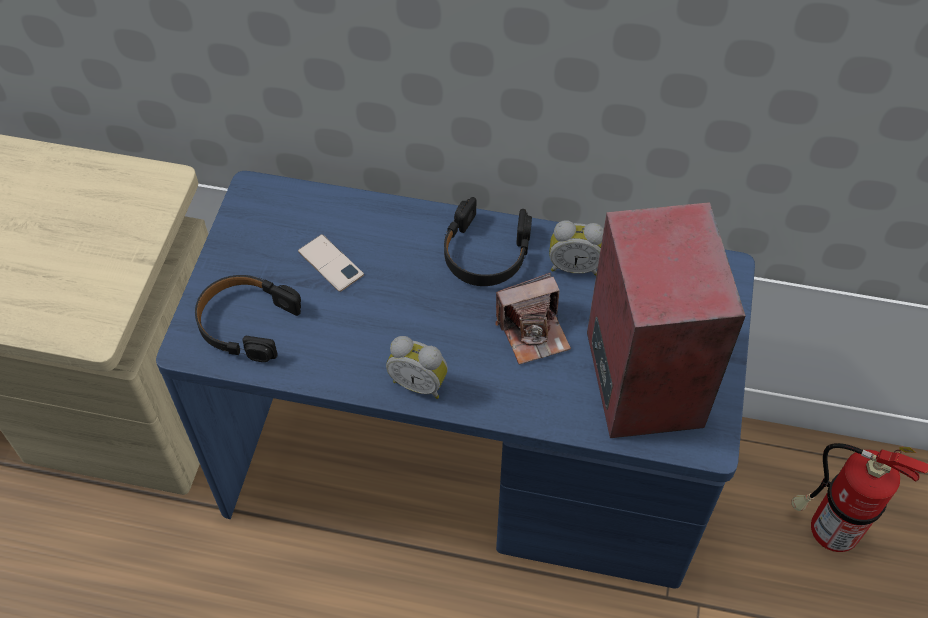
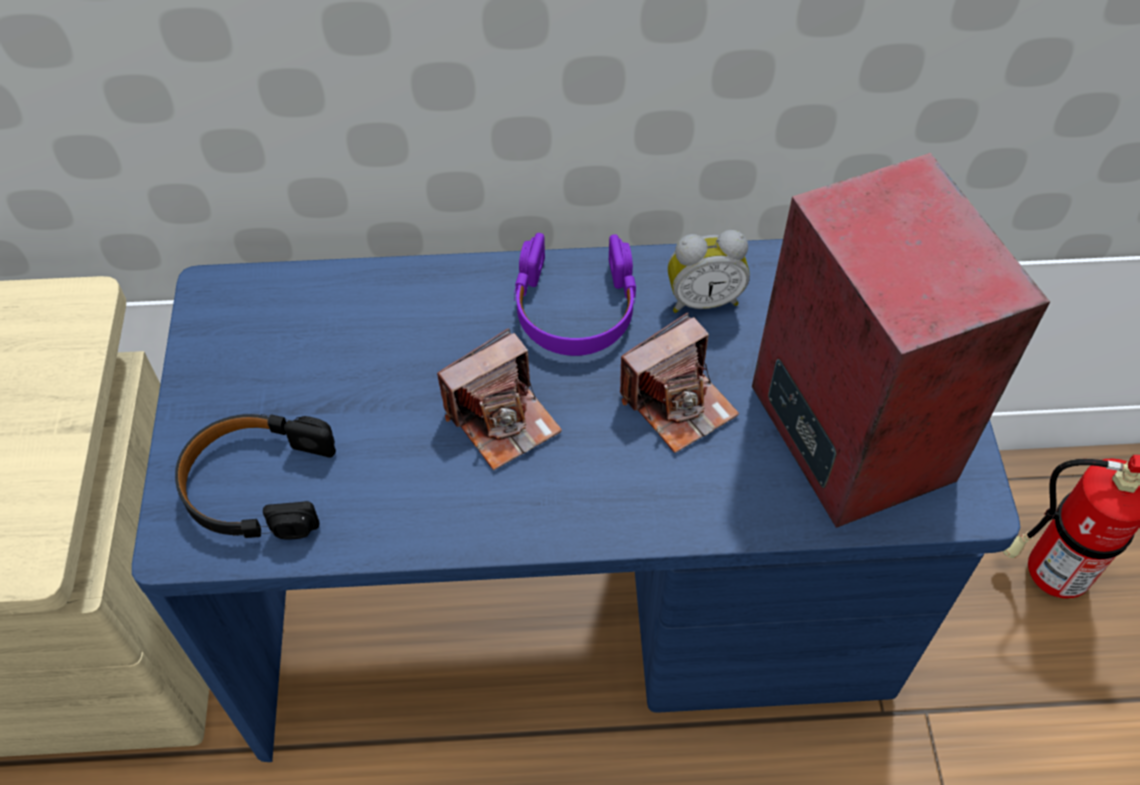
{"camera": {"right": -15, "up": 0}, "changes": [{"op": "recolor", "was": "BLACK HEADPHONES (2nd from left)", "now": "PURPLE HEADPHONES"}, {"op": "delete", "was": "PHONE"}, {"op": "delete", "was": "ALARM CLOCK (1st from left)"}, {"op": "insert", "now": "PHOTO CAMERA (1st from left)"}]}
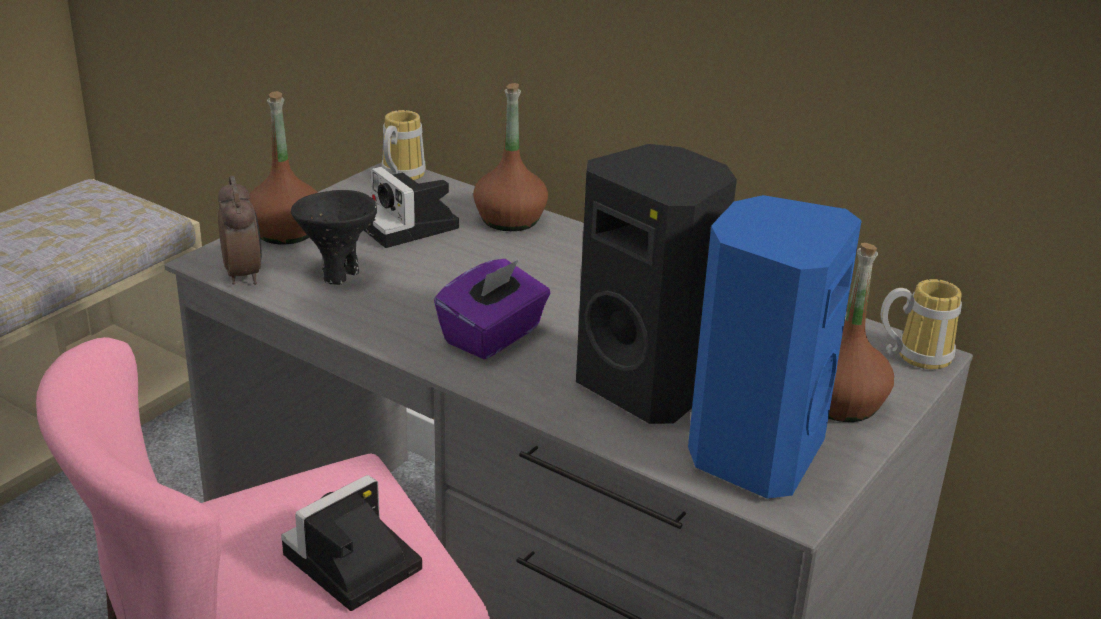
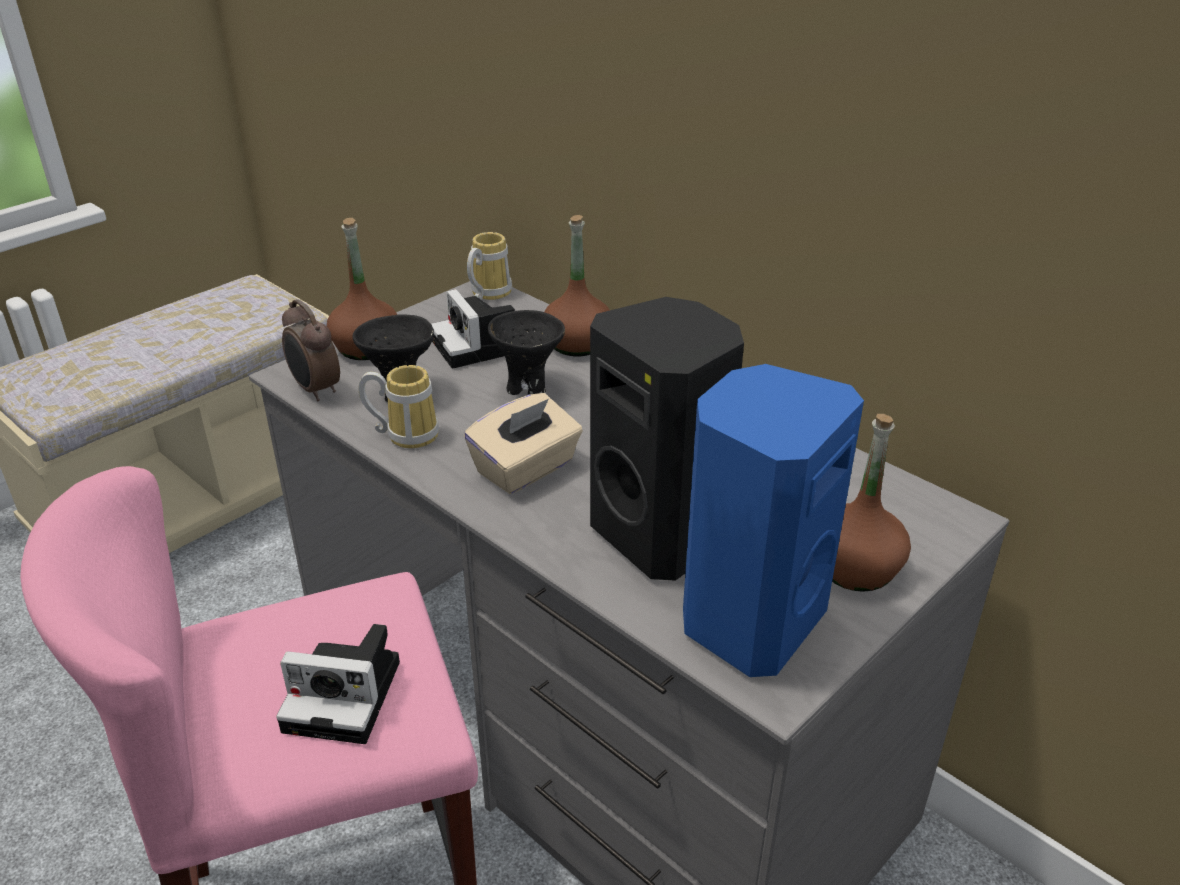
{"camera": {"right": 10, "up": 5}, "changes": [{"op": "rotate", "was": "ALARM CLOCK", "clockwise": 150}, {"op": "recolor", "was": "PURPLE TISSUE BOX", "now": "BEIGE TISSUE BOX"}, {"op": "move", "was": "MUG (2nd from left in the first image)", "now": "MUG (1st from left)"}, {"op": "rotate", "was": "PHOTO CAMERA (1st from left)", "clockwise": -135}, {"op": "insert", "now": "BLACK BOWL (2nd from left)"}]}
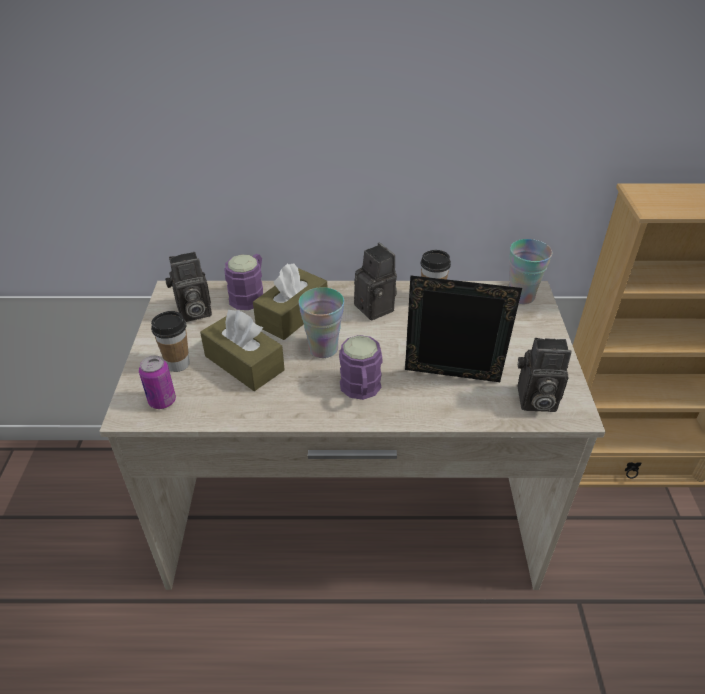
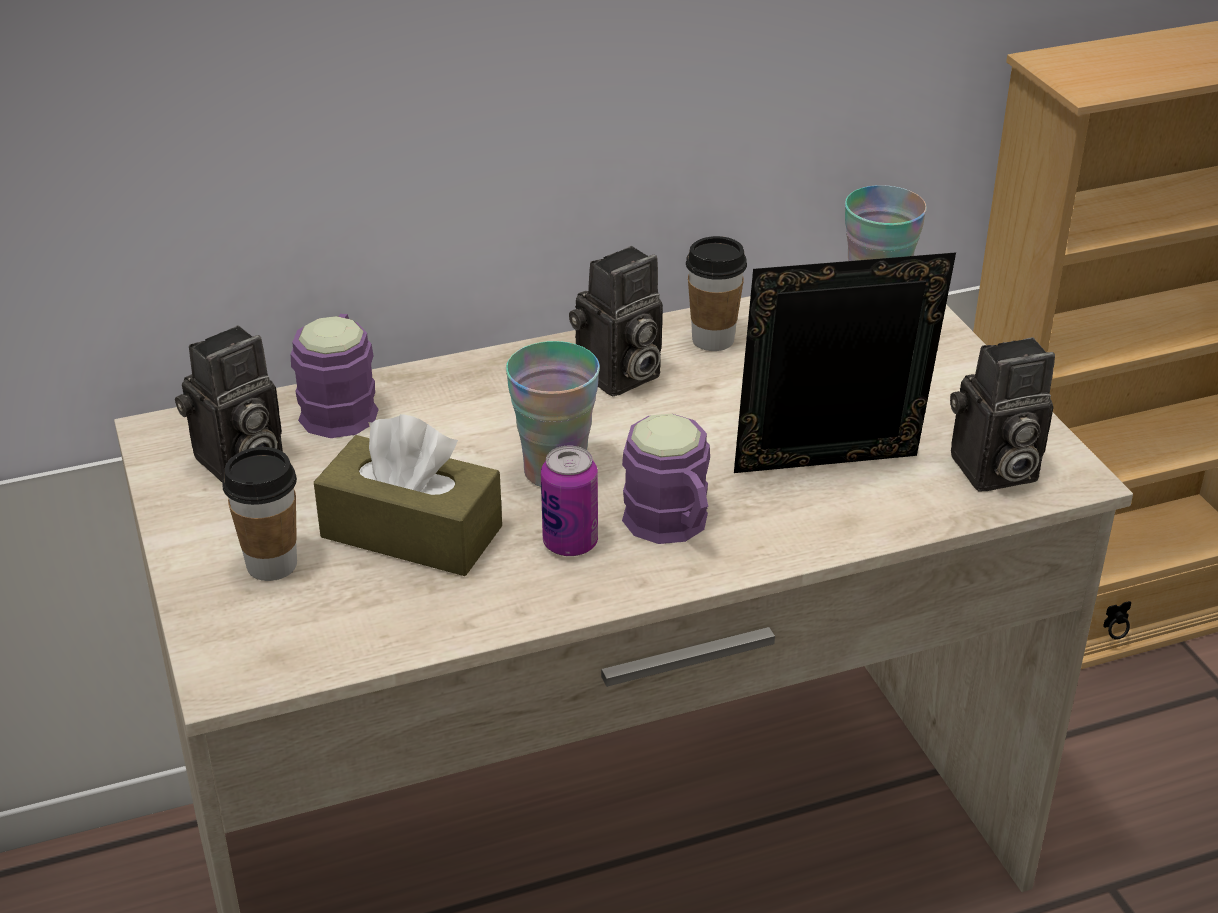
{"camera": {"right": -20, "up": -5}, "changes": [{"op": "rotate", "was": "PHOTO CAMERA (2nd from left)", "clockwise": 105}, {"op": "delete", "was": "BROWN TISSUE BOX (2nd from left)"}, {"op": "move", "was": "CAN"}]}
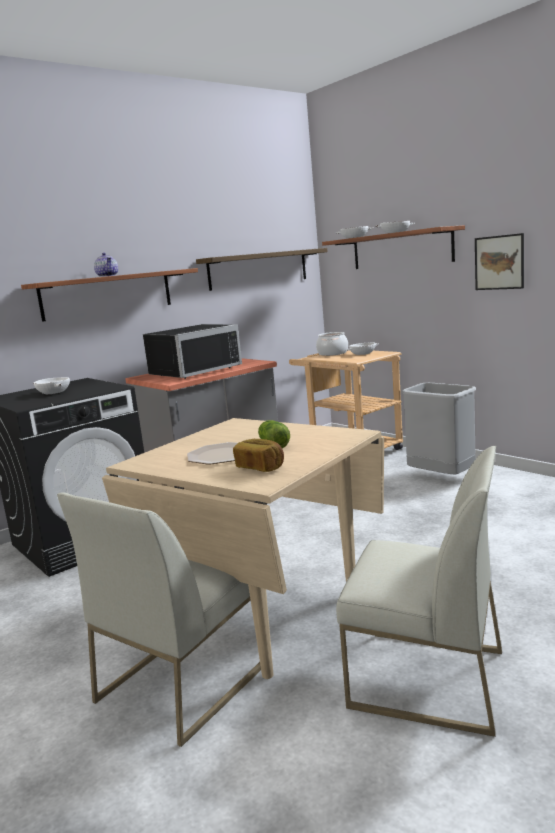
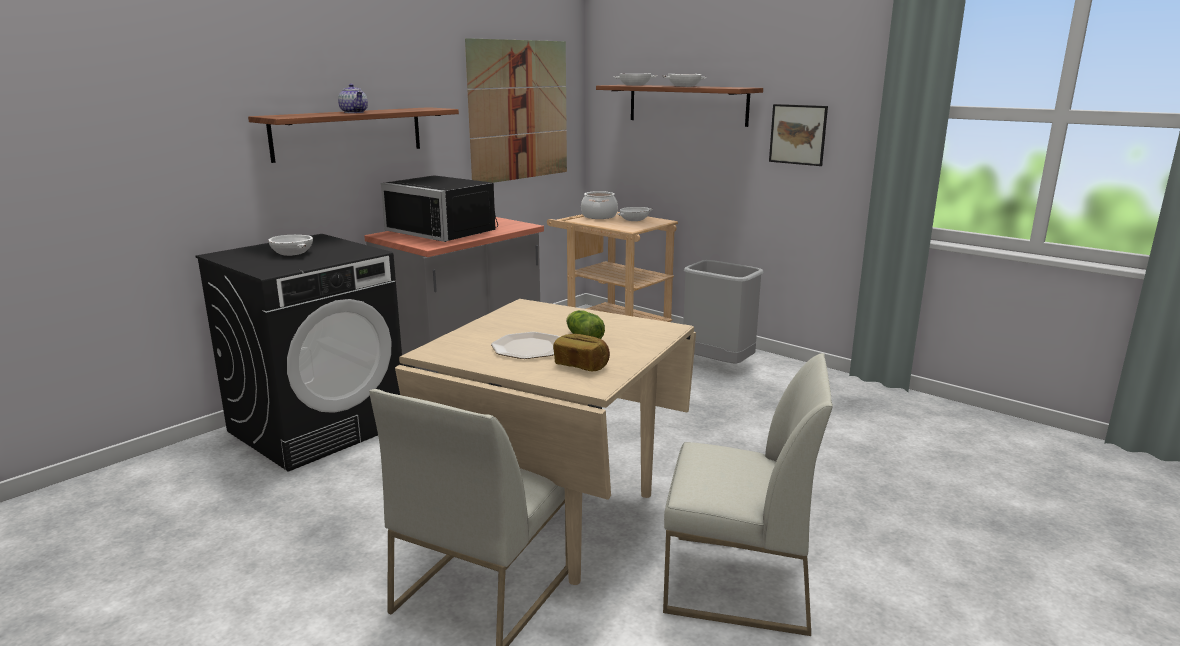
{"camera": {"right": -10, "up": 5}, "changes": [{"op": "replace", "was": "SHELF (2nd from left)", "now": "PICTURE (1st from left)"}, {"op": "rotate", "was": "BLACK MICROWAVE", "clockwise": 90}]}
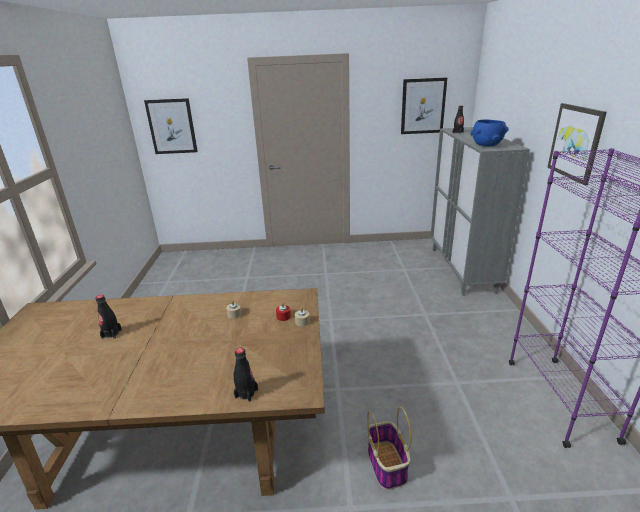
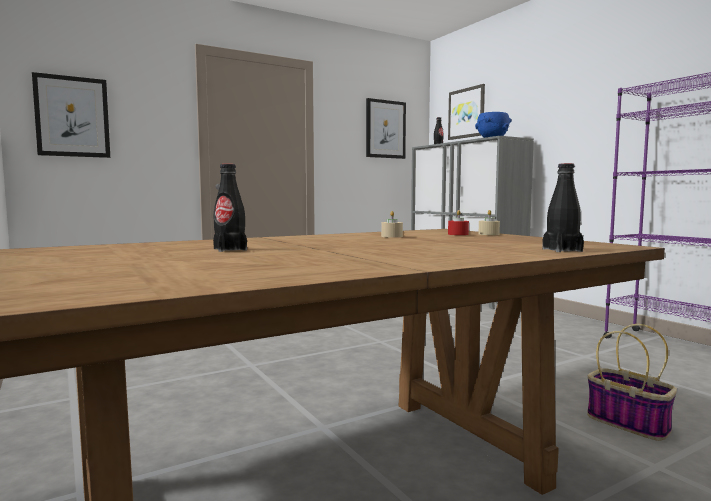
{"camera": {"right": -30, "up": -20}, "changes": [{"op": "move", "was": "PICTURE (3rd from left)"}]}
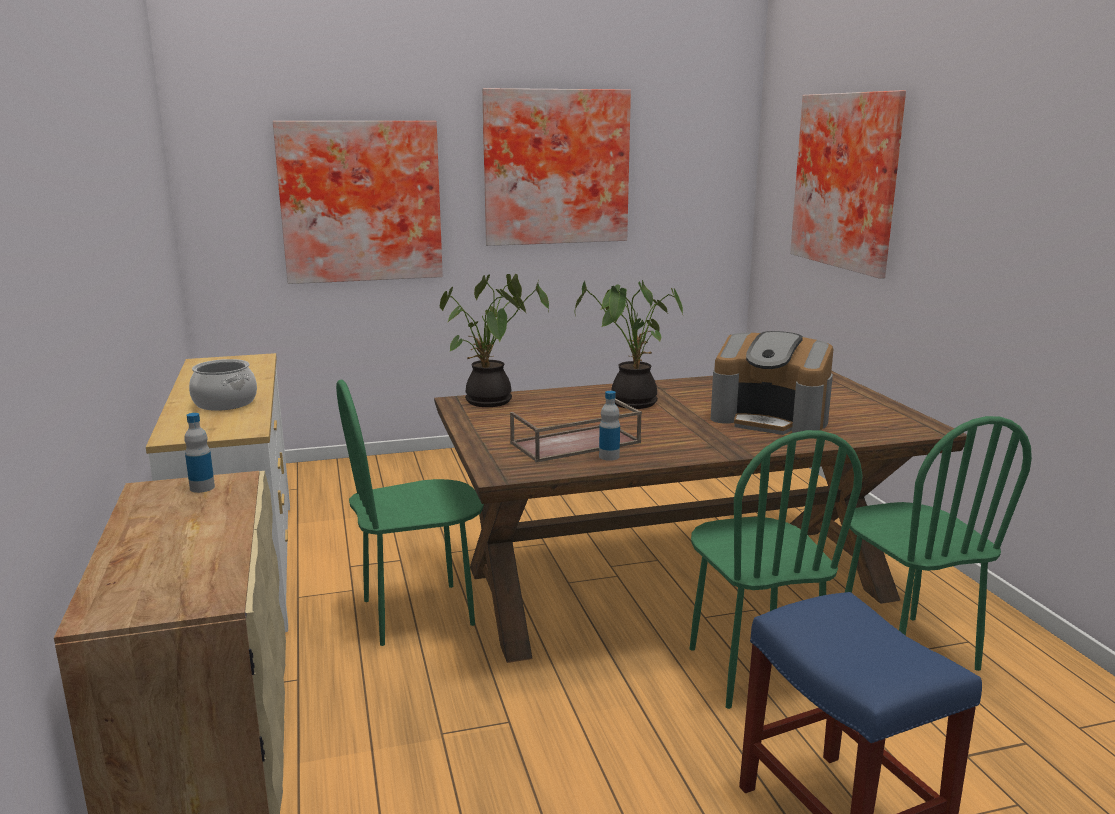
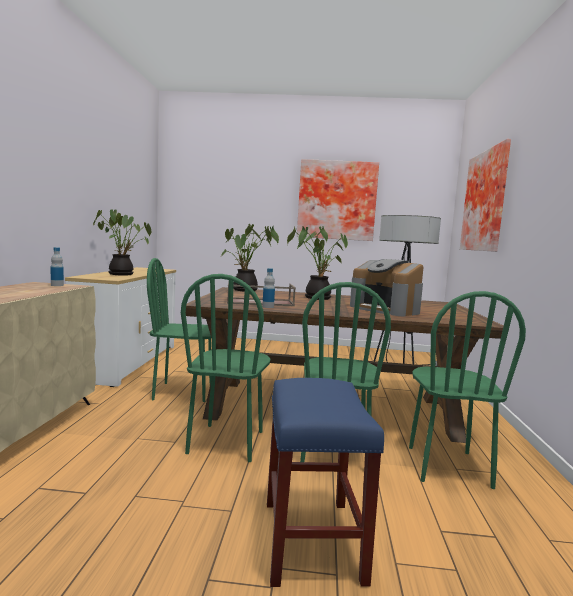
{"camera": {"right": 20, "up": -10}, "changes": [{"op": "delete", "was": "PICTURE (1st from left)"}, {"op": "replace", "was": "COOKING POT", "now": "POTTED PLANT (1st from left)"}, {"op": "insert", "now": "FLOOR LAMP"}, {"op": "insert", "now": "GREEN CHAIR (2nd from left)"}]}
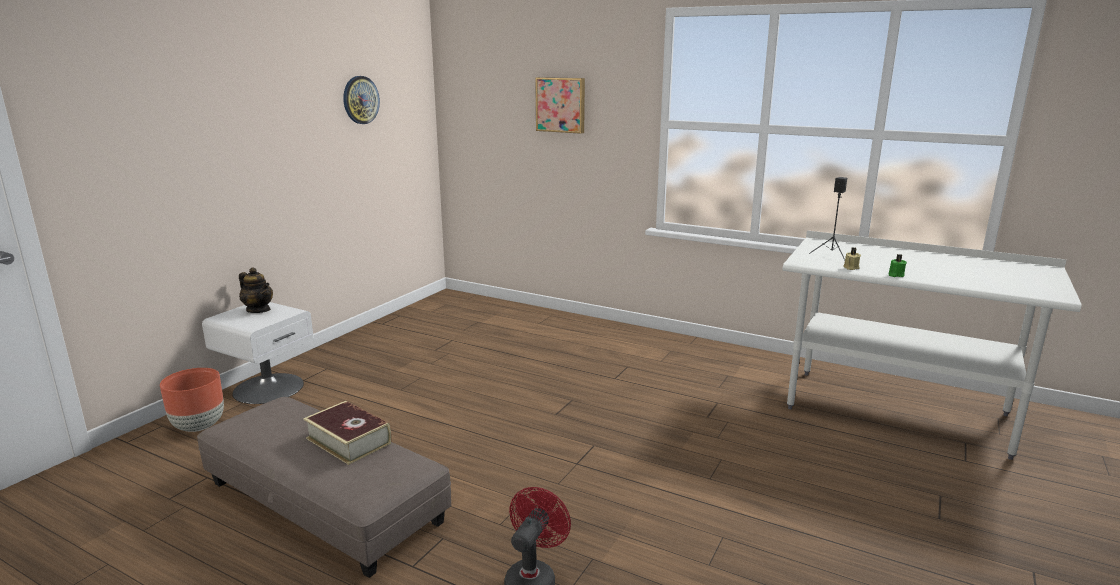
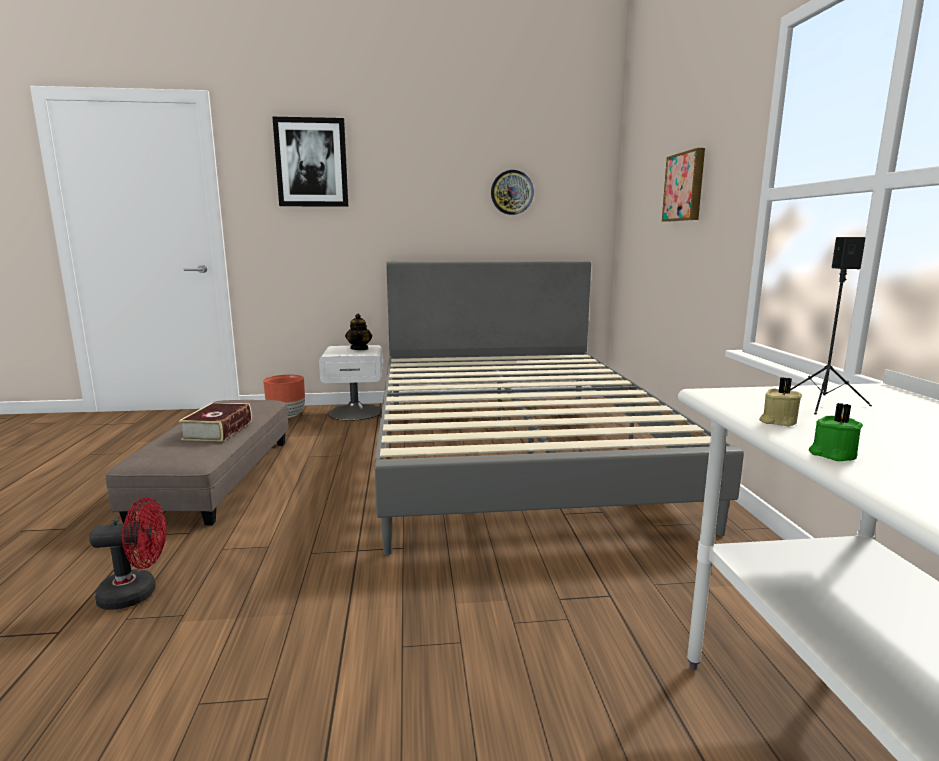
{"camera": {"right": 55, "up": -5}, "changes": [{"op": "insert", "now": "PICTURE (1st from left)"}, {"op": "insert", "now": "GREY BED"}]}
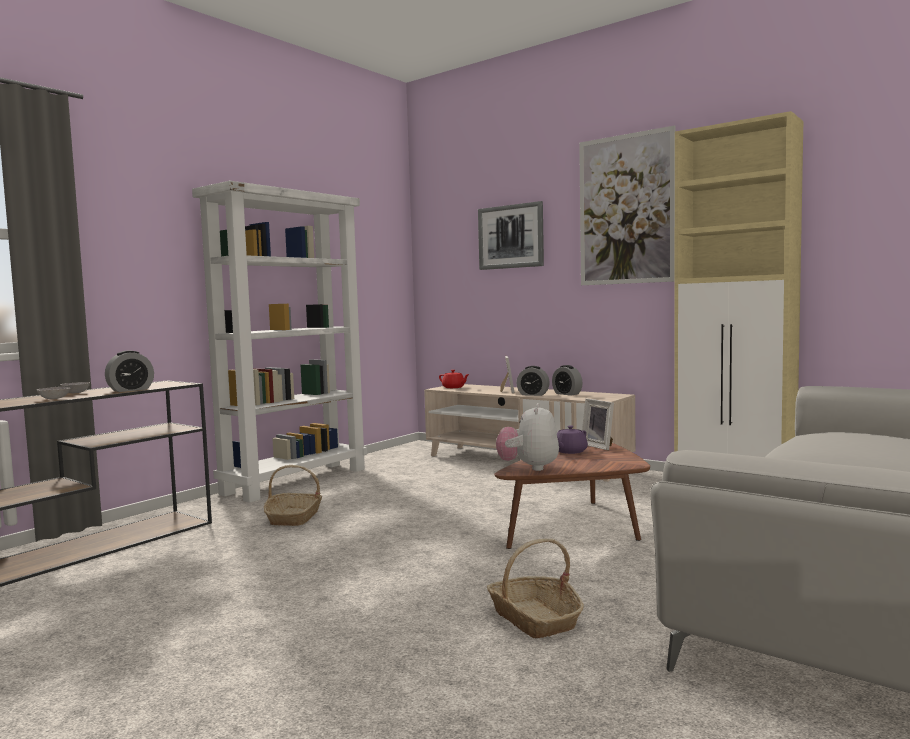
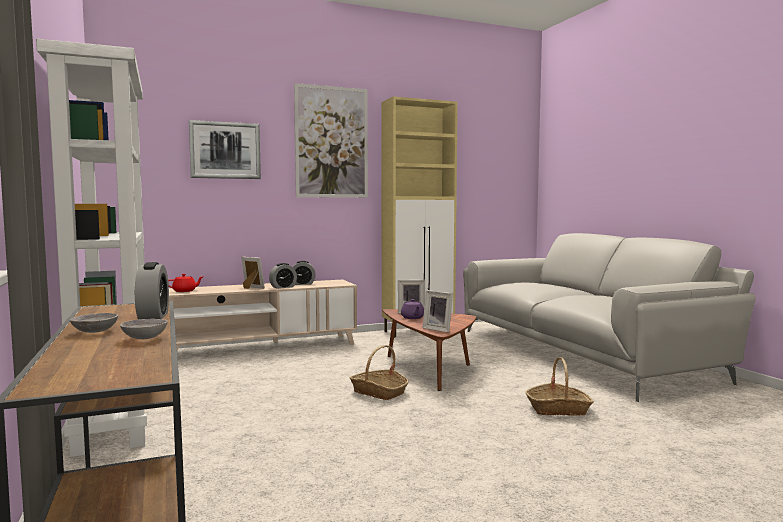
{"camera": {"right": -60, "up": 0}, "changes": [{"op": "replace", "was": "PLUSH TOY", "now": "PICTURE FRAME (3rd from left)"}, {"op": "move", "was": "BASKET (1st from left)"}]}
